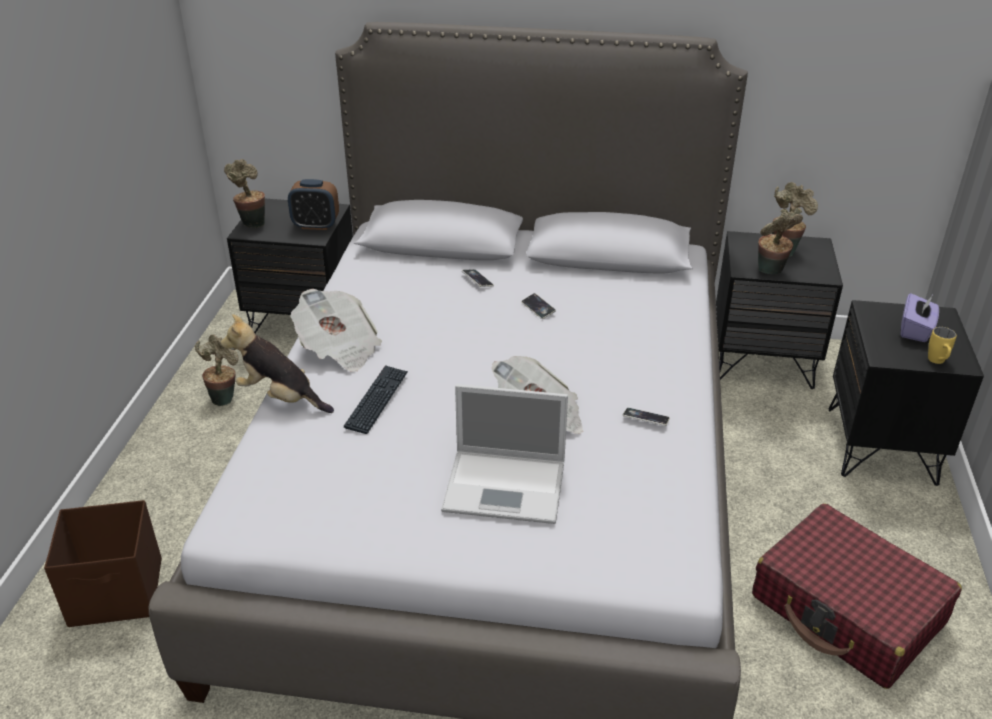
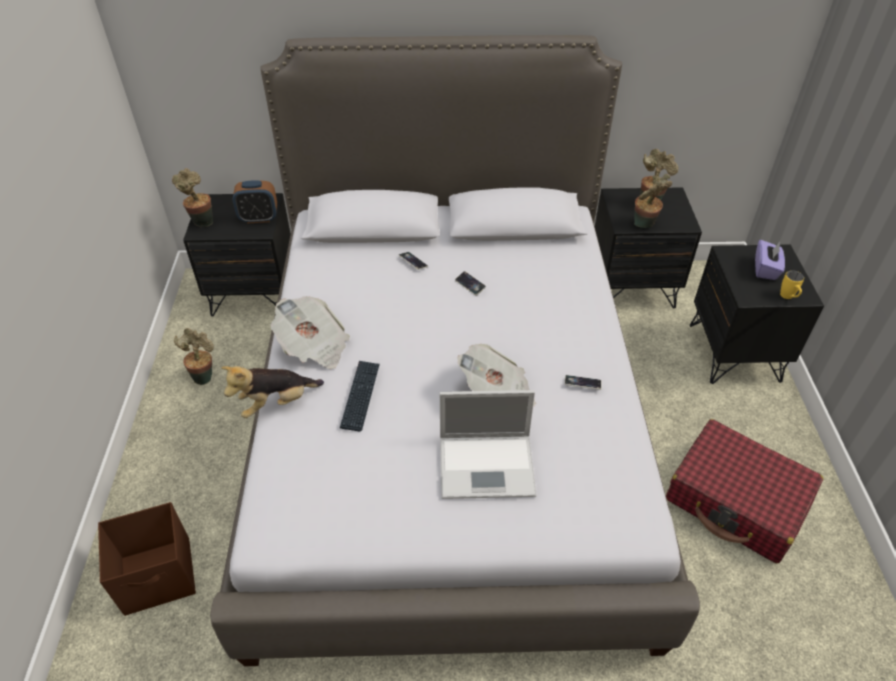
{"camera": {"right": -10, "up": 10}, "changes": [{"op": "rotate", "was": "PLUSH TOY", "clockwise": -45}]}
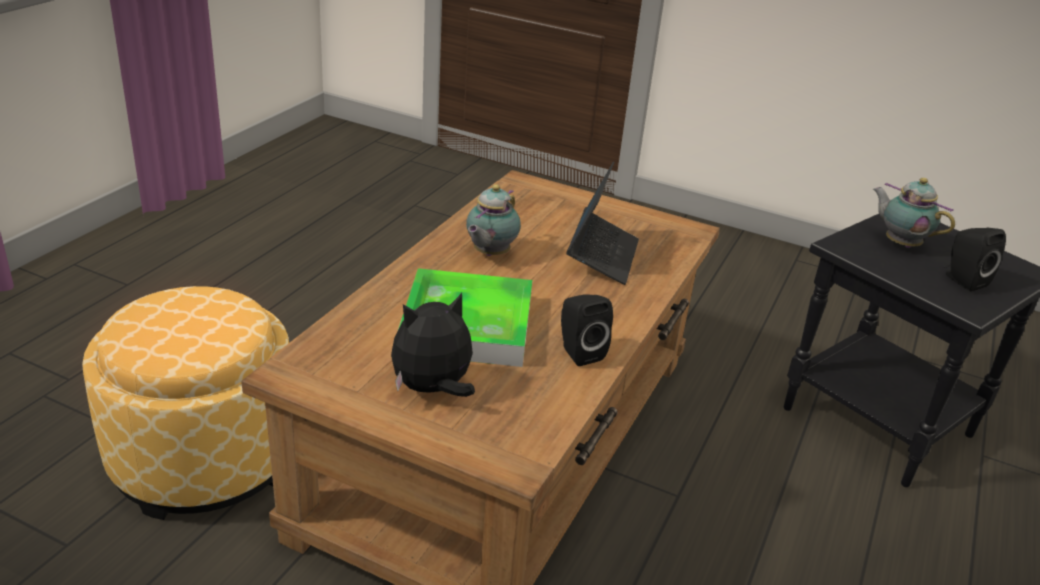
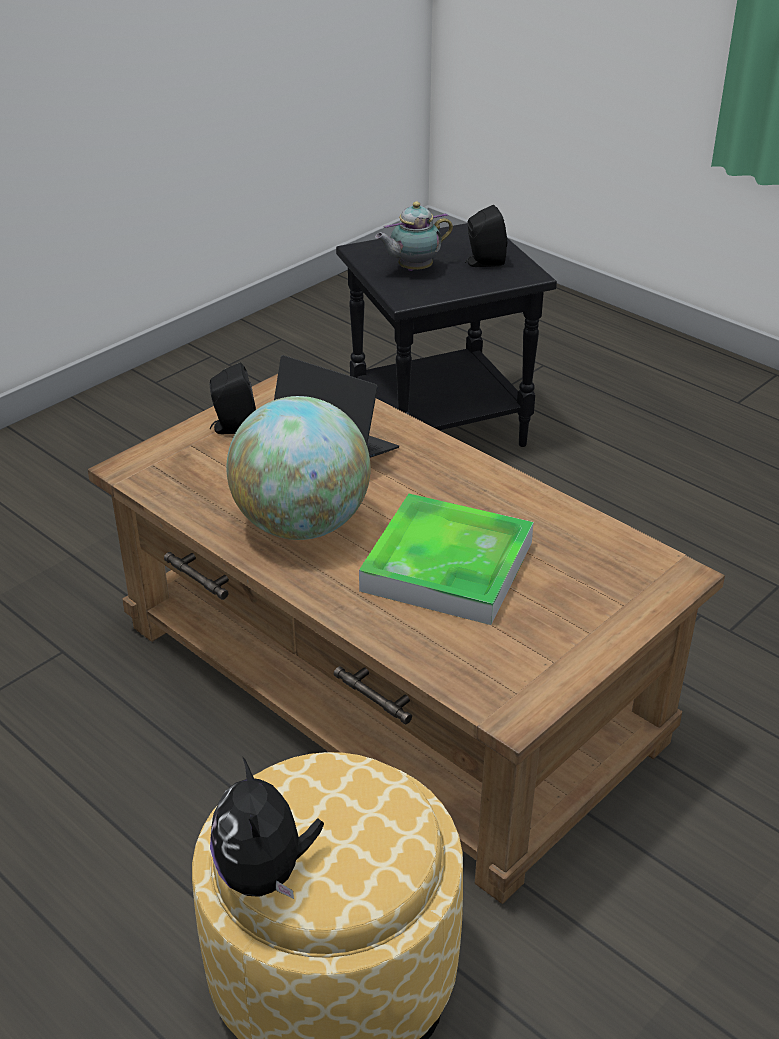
{"camera": {"right": -70, "up": 5}, "changes": [{"op": "replace", "was": "TEAPOT (1st from left)", "now": "GLOBE"}, {"op": "move", "was": "PLUSH TOY"}, {"op": "move", "was": "BLACK SPEAKER (1st from left)"}]}
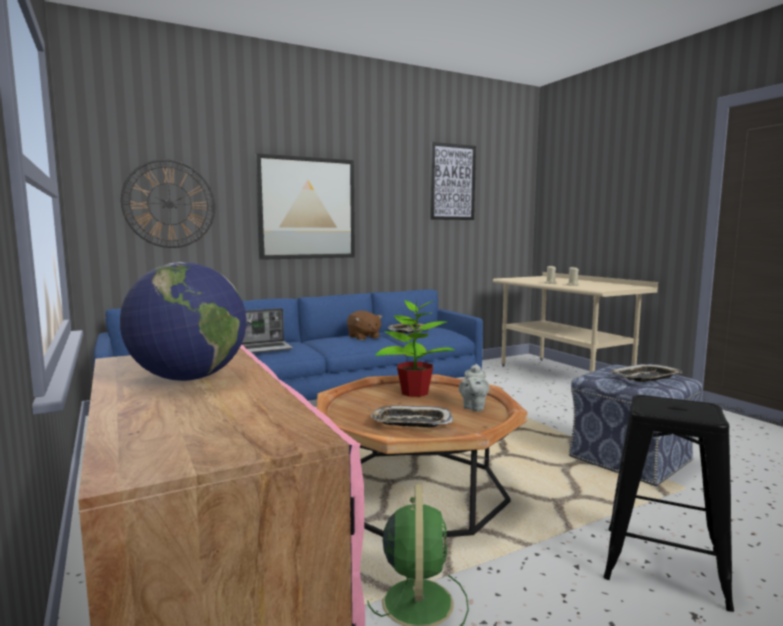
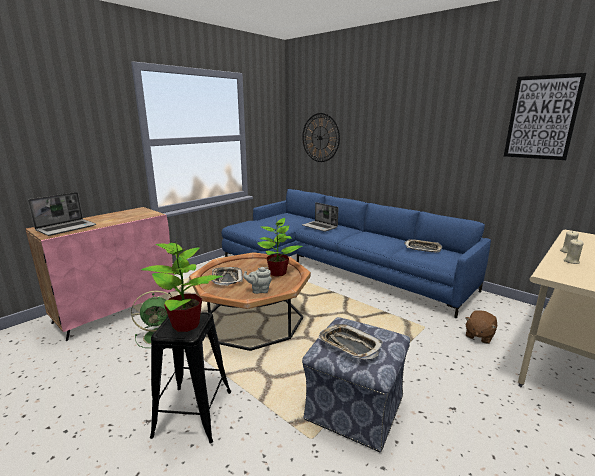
{"camera": {"right": 70, "up": 10}, "changes": [{"op": "delete", "was": "PICTURE (1st from left)"}, {"op": "delete", "was": "GLOBE"}, {"op": "move", "was": "BROWN PLUSH TOY"}, {"op": "insert", "now": "LAPTOP (1st from left)"}, {"op": "insert", "now": "POTTED PLANT (1st from left)"}]}
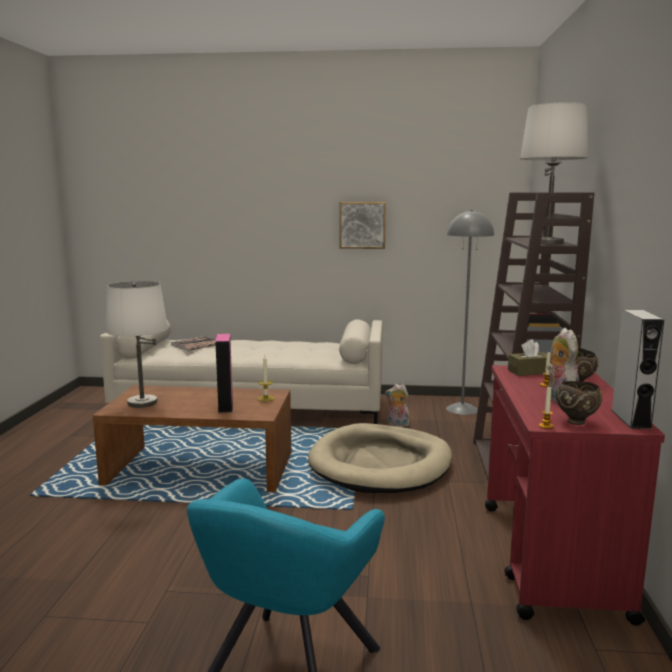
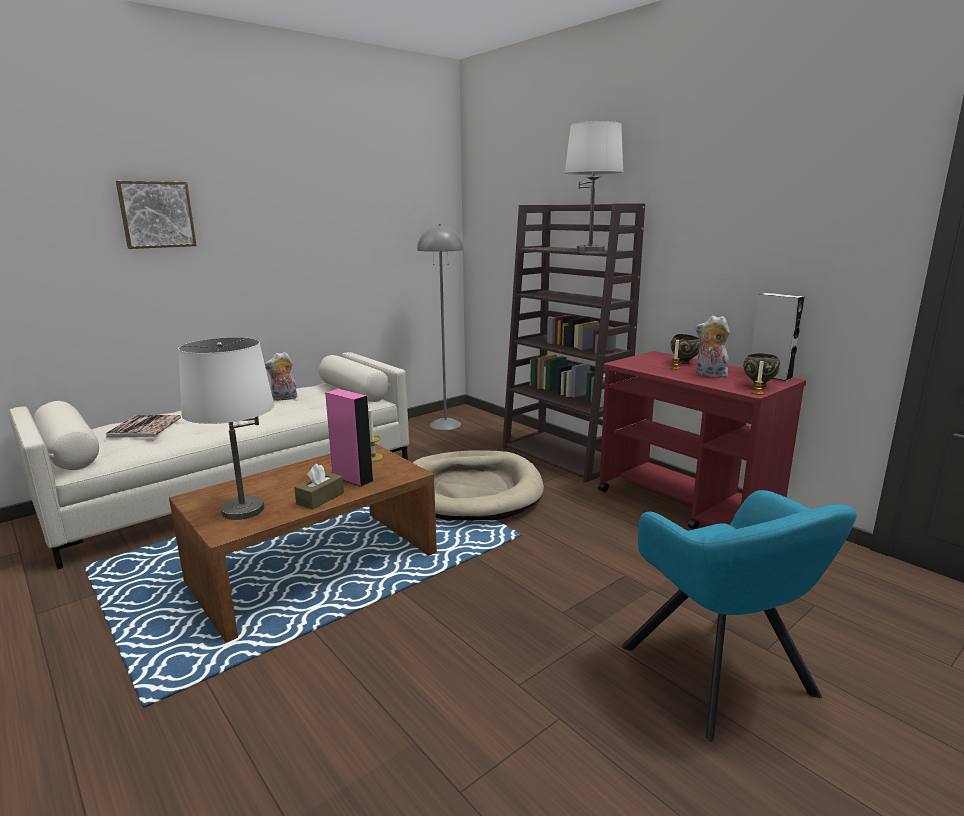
{"camera": {"right": -45, "up": 5}, "changes": [{"op": "move", "was": "PICTURE"}, {"op": "move", "was": "BROWN TISSUE BOX"}, {"op": "move", "was": "PLUSH TOY (1st from left)"}]}
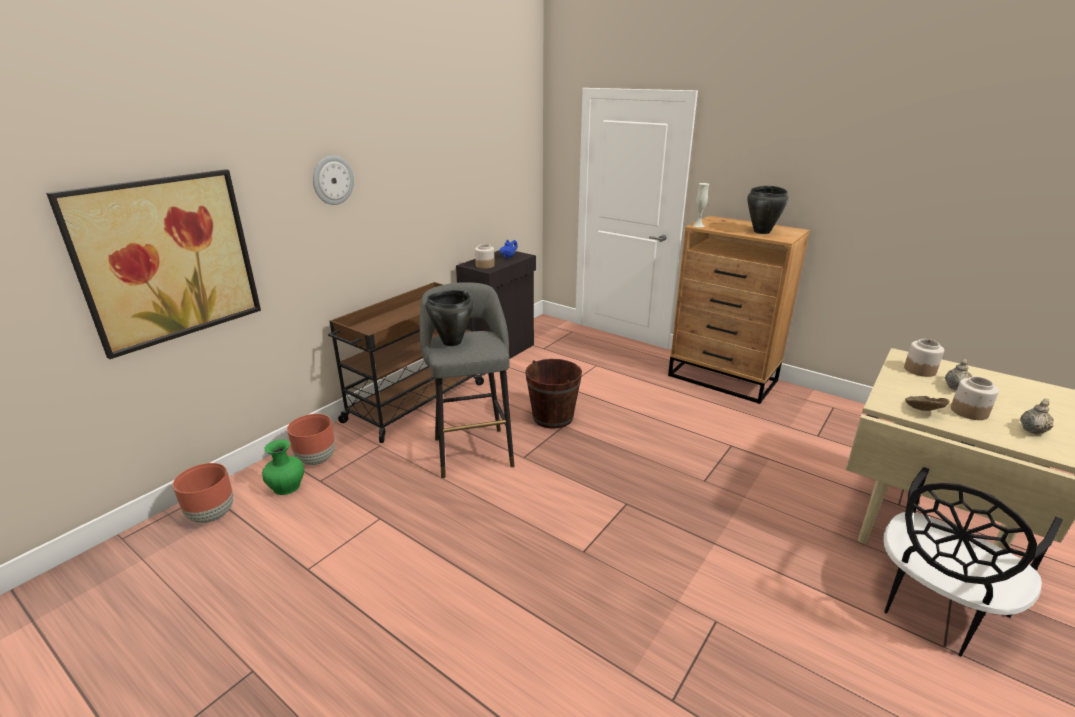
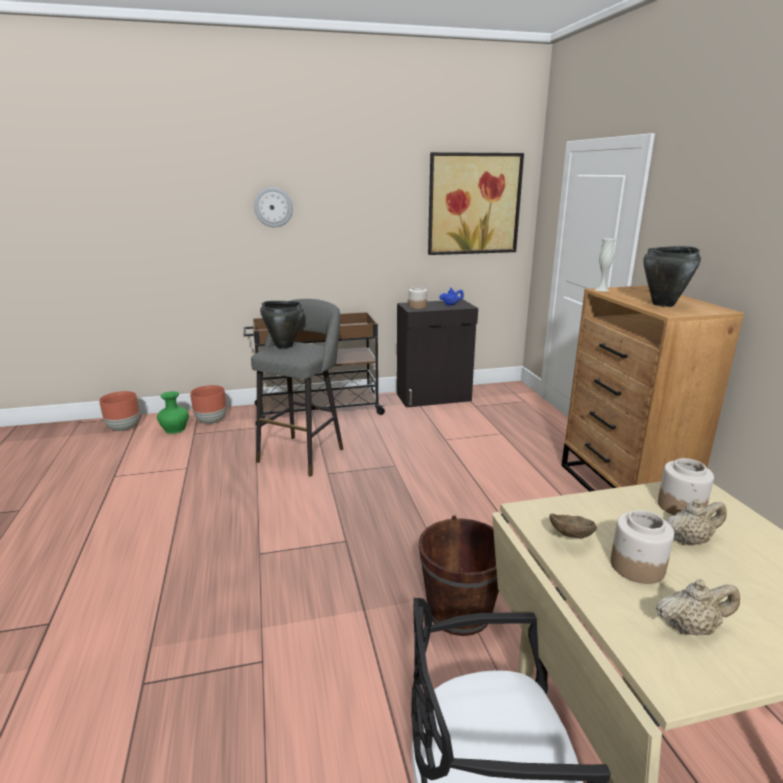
{"camera": {"right": 40, "up": -5}, "changes": [{"op": "move", "was": "PICTURE"}, {"op": "move", "was": "BROWN BUCKET"}]}
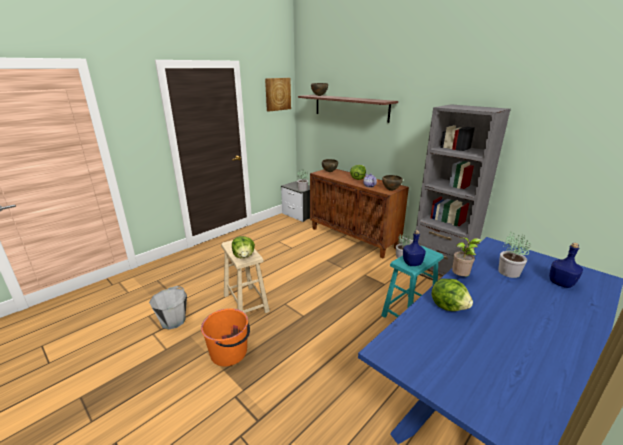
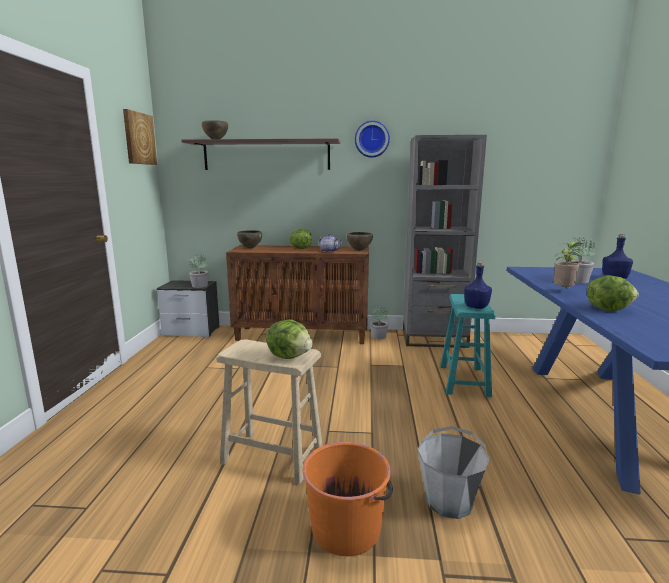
{"camera": {"right": -40, "up": -10}, "changes": [{"op": "move", "was": "GREY BUCKET"}, {"op": "insert", "now": "WALL CLOCK"}]}
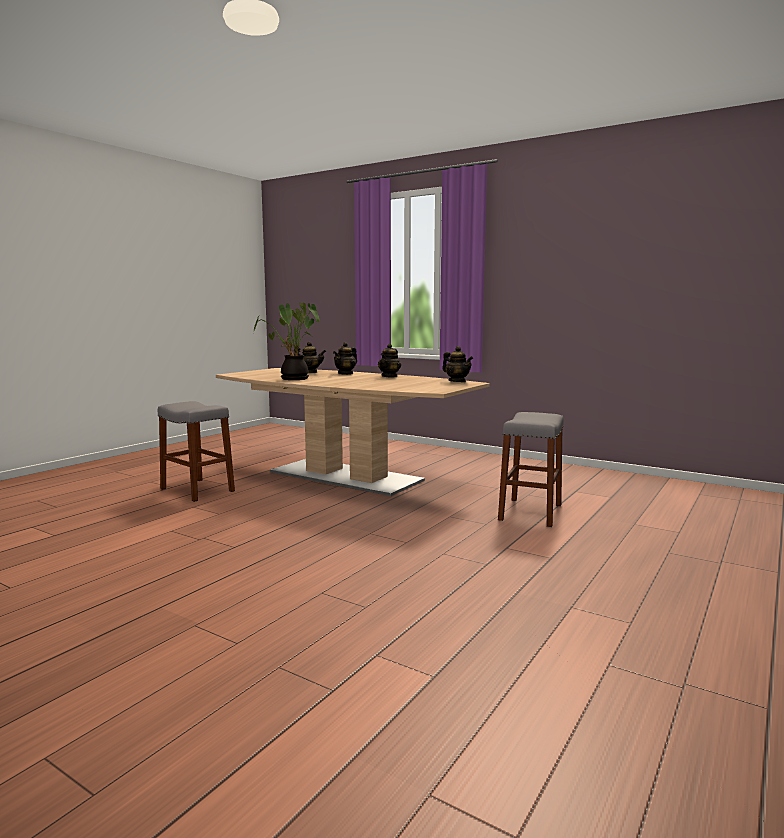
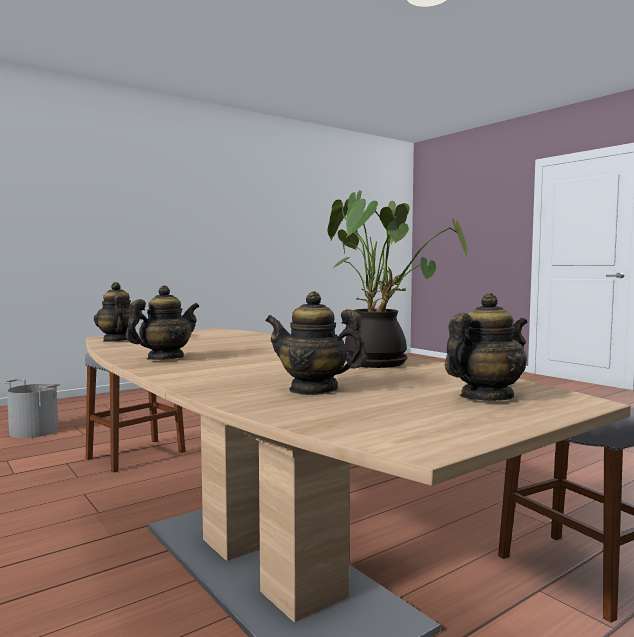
{"camera": {"right": -160, "up": -5}, "changes": [{"op": "move", "was": "TEAPOT (2nd from left in the first image)", "now": "TEAPOT (4th from left)"}, {"op": "insert", "now": "GREY BUCKET"}]}
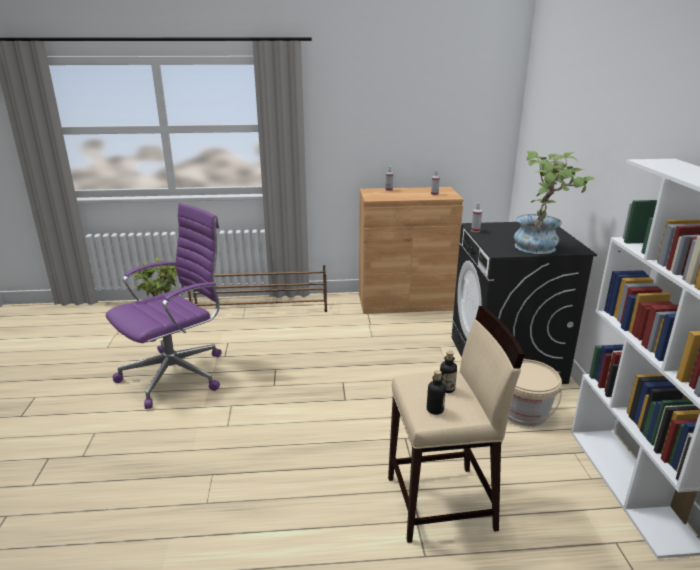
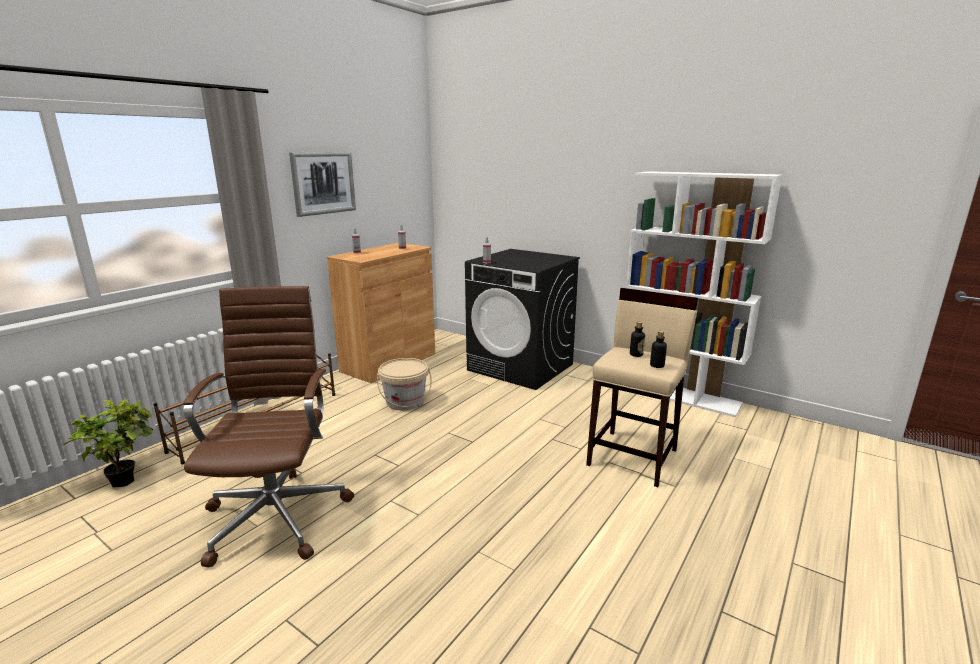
{"camera": {"right": -50, "up": -5}, "changes": [{"op": "delete", "was": "POTTED PLANT (2nd from left)"}, {"op": "recolor", "was": "PURPLE OFFICE CHAIR", "now": "BROWN OFFICE CHAIR"}, {"op": "move", "was": "BEIGE BUCKET"}, {"op": "insert", "now": "PICTURE"}]}
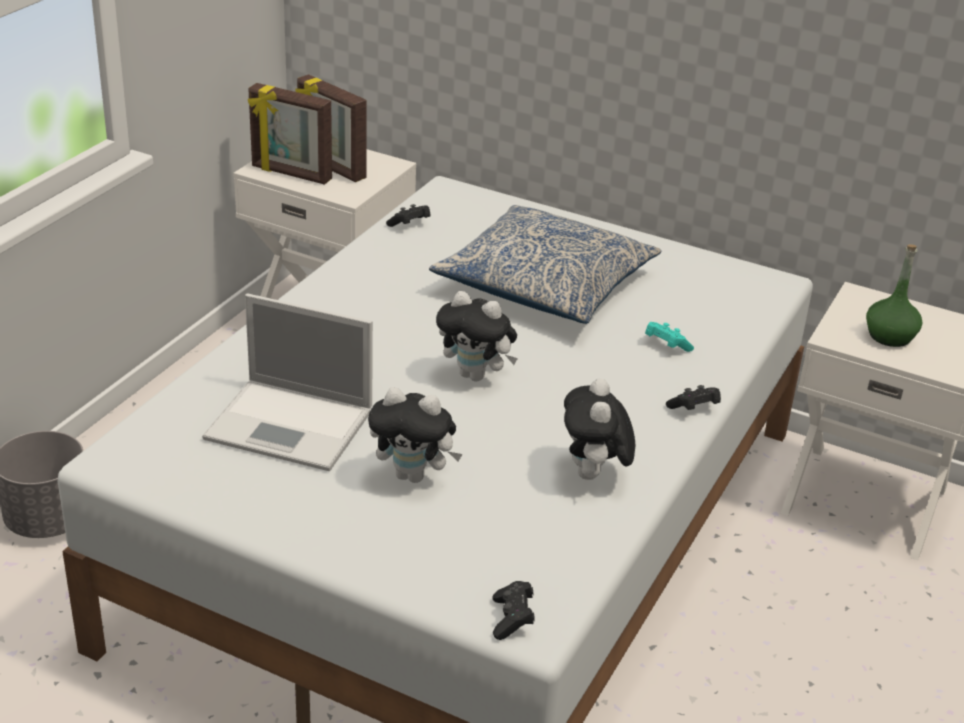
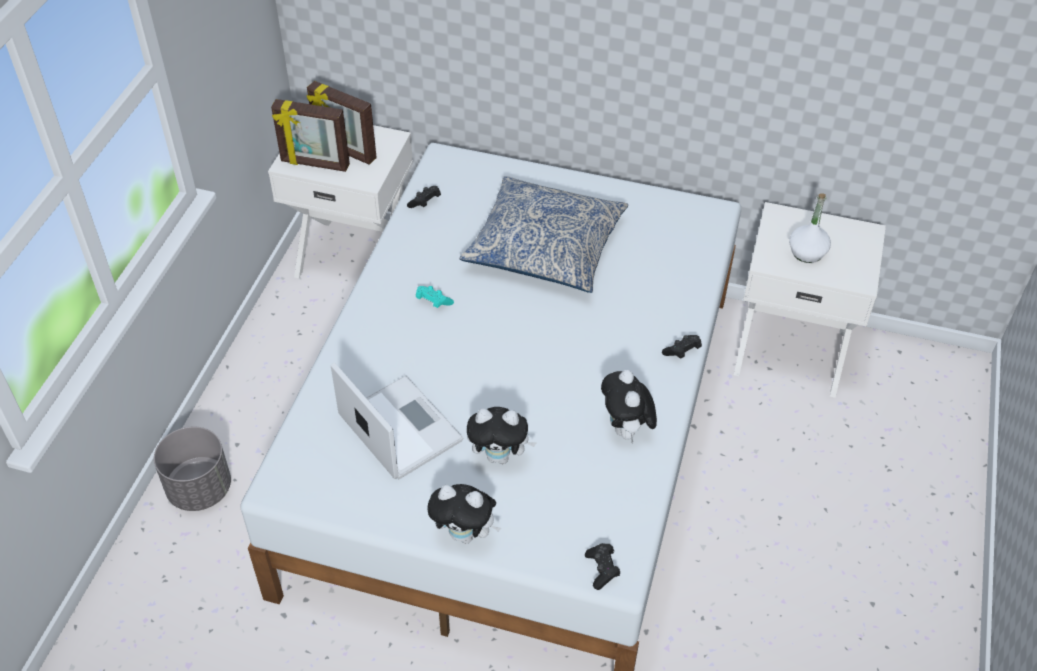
{"camera": {"right": -10, "up": 15}, "changes": [{"op": "recolor", "was": "GREEN BOTTLE", "now": "WHITE BOTTLE"}, {"op": "move", "was": "PLUSH TOY (2nd from left in the first image)", "now": "PLUSH TOY (1st from left)"}, {"op": "rotate", "was": "LAPTOP", "clockwise": -135}, {"op": "move", "was": "TURQUOISE GAME CONTROLLER"}]}
